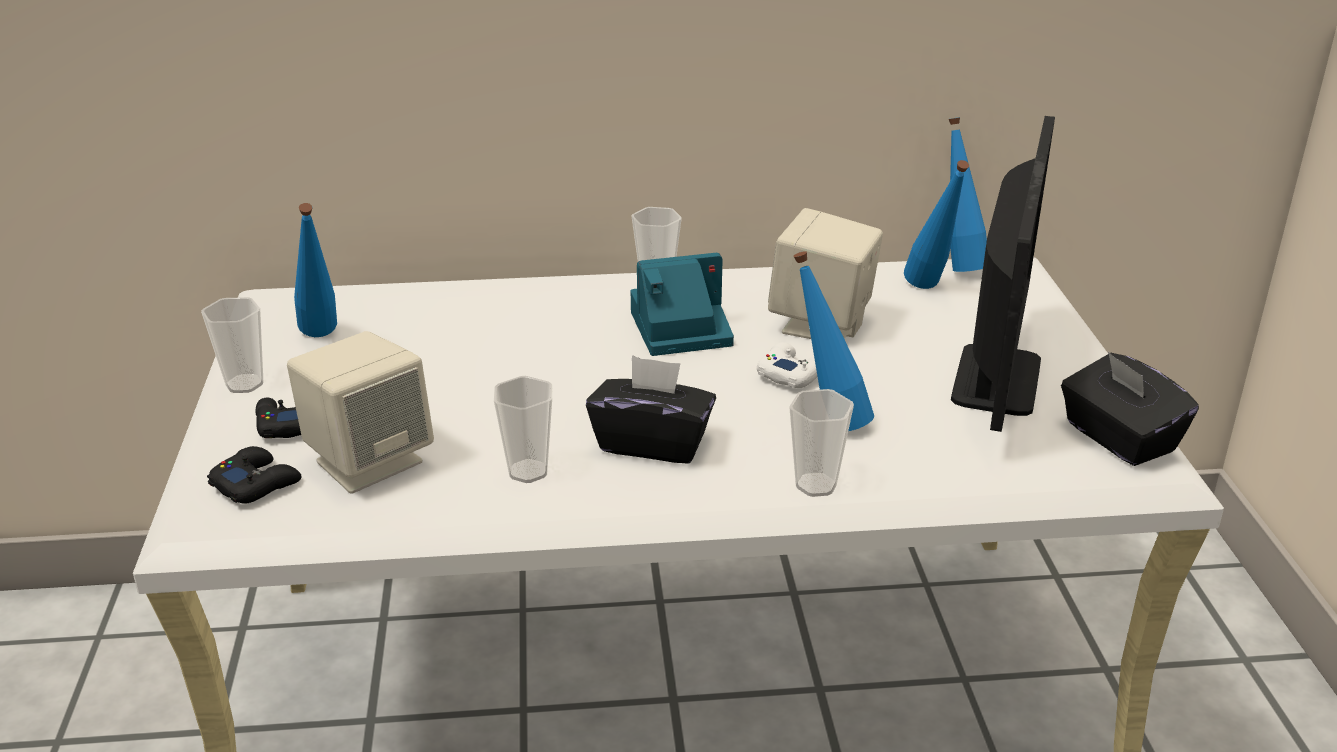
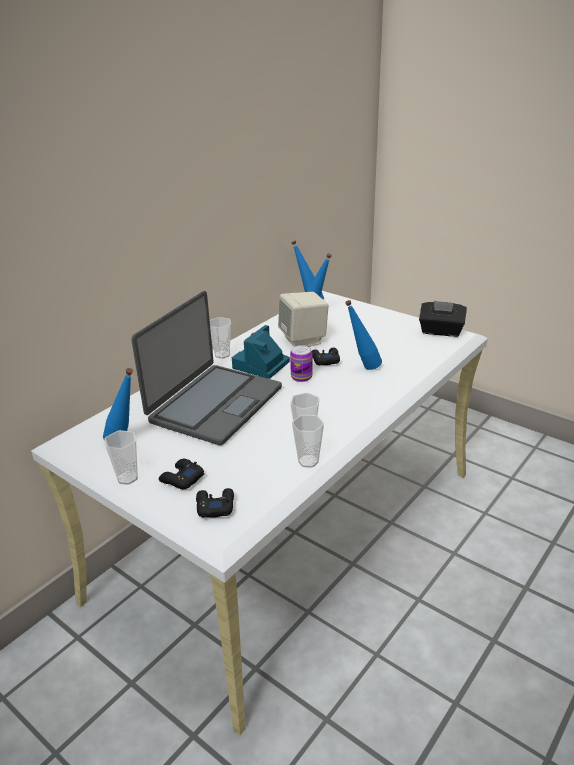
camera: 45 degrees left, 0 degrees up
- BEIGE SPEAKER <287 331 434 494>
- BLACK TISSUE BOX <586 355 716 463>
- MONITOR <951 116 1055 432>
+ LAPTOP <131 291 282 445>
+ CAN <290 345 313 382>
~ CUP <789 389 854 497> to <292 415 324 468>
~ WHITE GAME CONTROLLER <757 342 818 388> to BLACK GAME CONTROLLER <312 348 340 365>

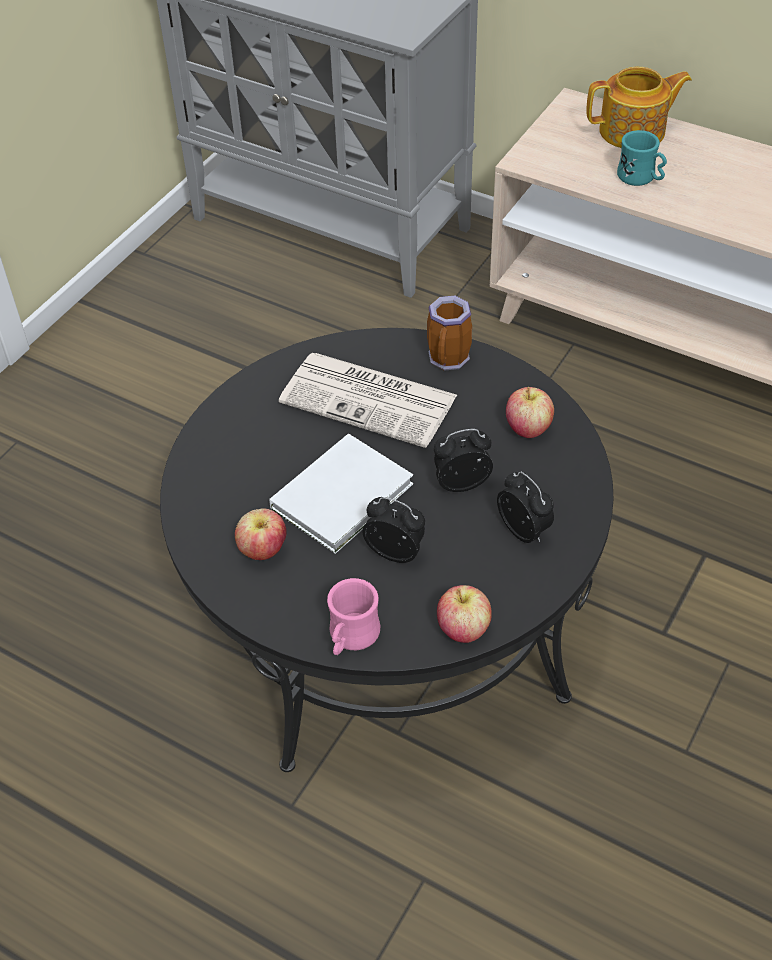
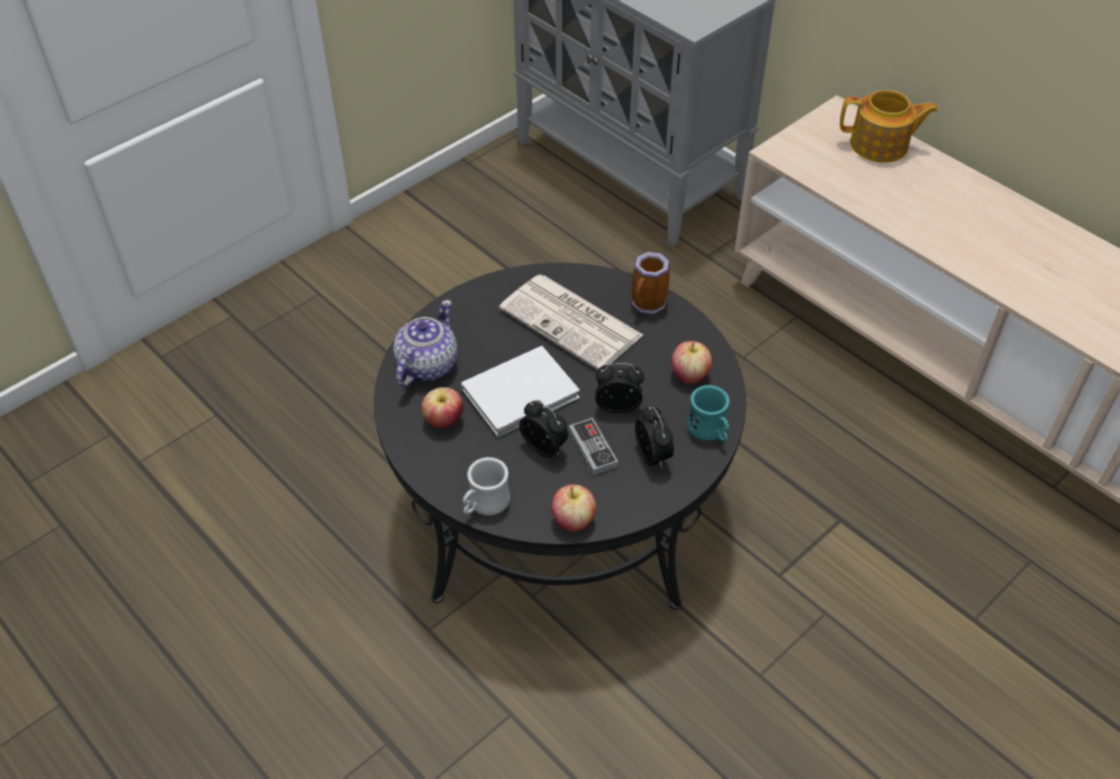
camera: 15 degrees right, 0 degrees up
+ TEAPOT <393 300 458 387>
+ GAME CONTROLLER <569 418 618 475>
~ TURQUOISE MUG <617 130 667 186> to <687 385 730 442>
~ PINK MUG <327 578 380 655> to WHITE MUG <463 457 510 515>

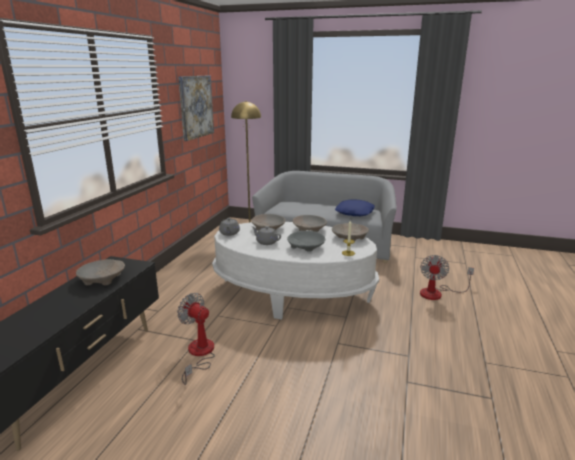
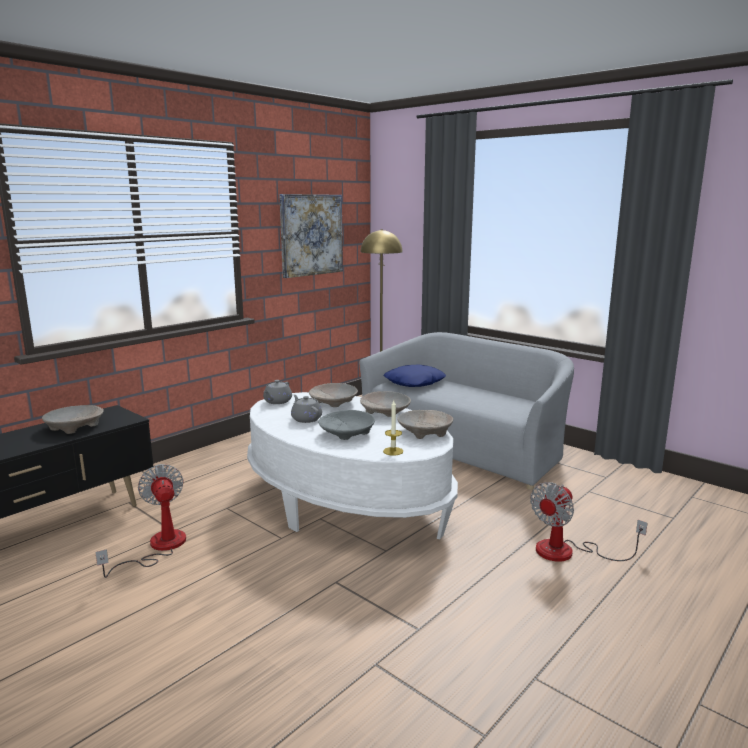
camera: 25 degrees right, 5 degrees down
~ BLUE PILLOW <335 199 375 216> to <384 364 446 387>

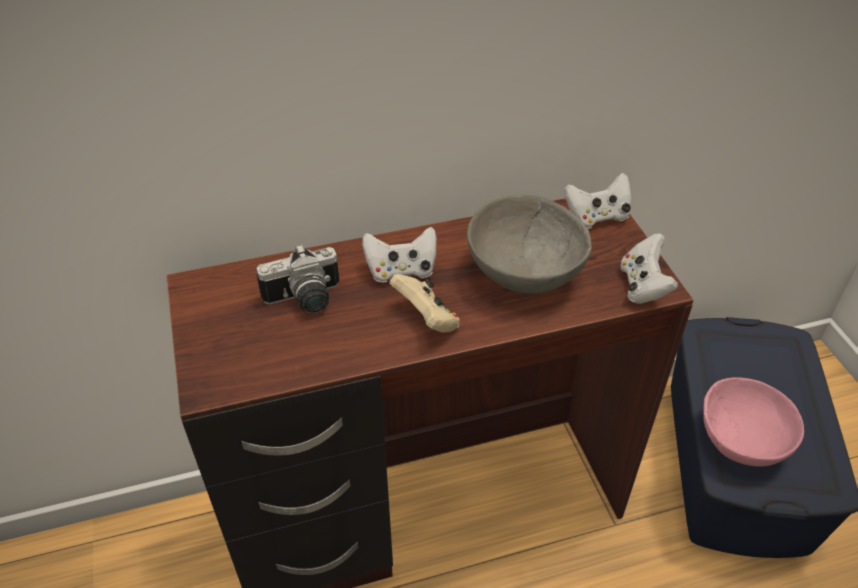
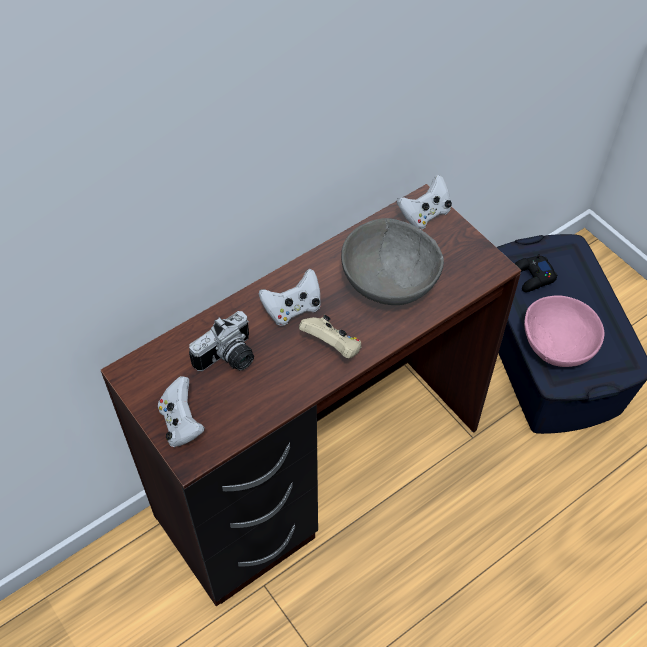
camera: 20 degrees left, 10 degrees up
+ BLACK GAME CONTROLLER <514 254 558 292>
~ WHITE GAME CONTROLLER <621 234 678 304> to <158 376 205 447>

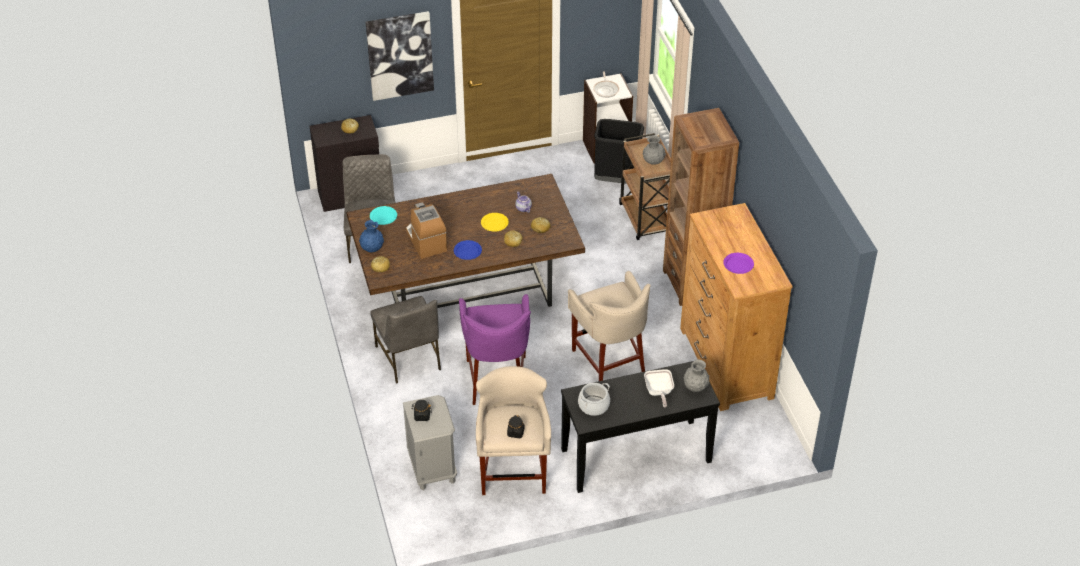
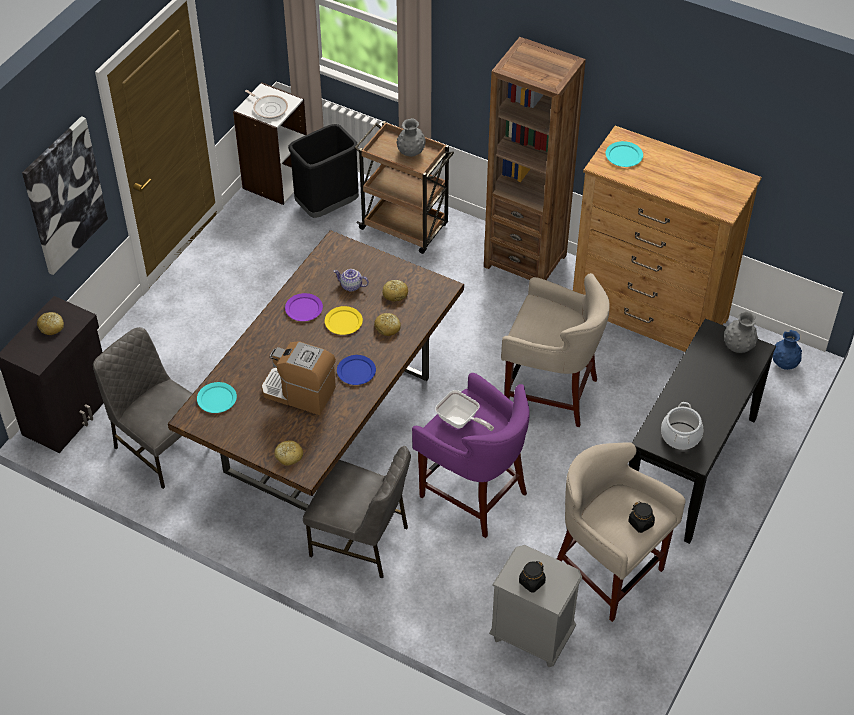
camera: 45 degrees left, 5 degrees up
+ TURQUOISE PLATE <605 141 643 167>
~ BLUE VASE <359 220 384 252> to <773 330 802 370>
~ FRYING PAN <644 369 674 408> to <435 390 494 431>
~ PURPLE PLATE <723 253 754 274> to <285 293 323 321>

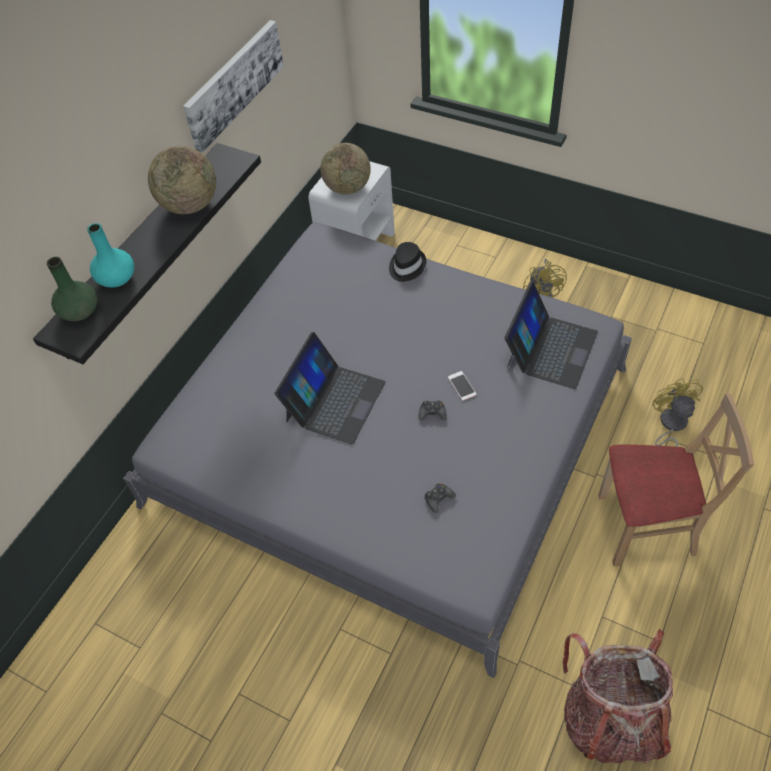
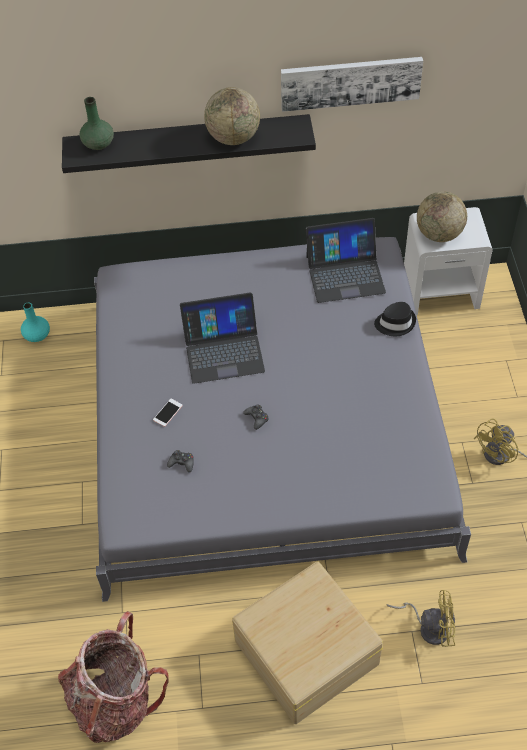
camera: 55 degrees right, 0 degrees up
~ TURQUOISE VASE <87 223 134 287> to <21 302 50 342>
~ PHONE <448 371 477 401> to <153 399 183 427>
~ LAPTOP <504 281 598 389> to <306 218 386 303>
~ BEIGE CHAIR <598 393 754 566> to BEIGE STORAGE BOX <232 561 383 724>
~ YELLOW FAN <653 378 703 447> = <386 590 455 647> 45 degrees clockwise

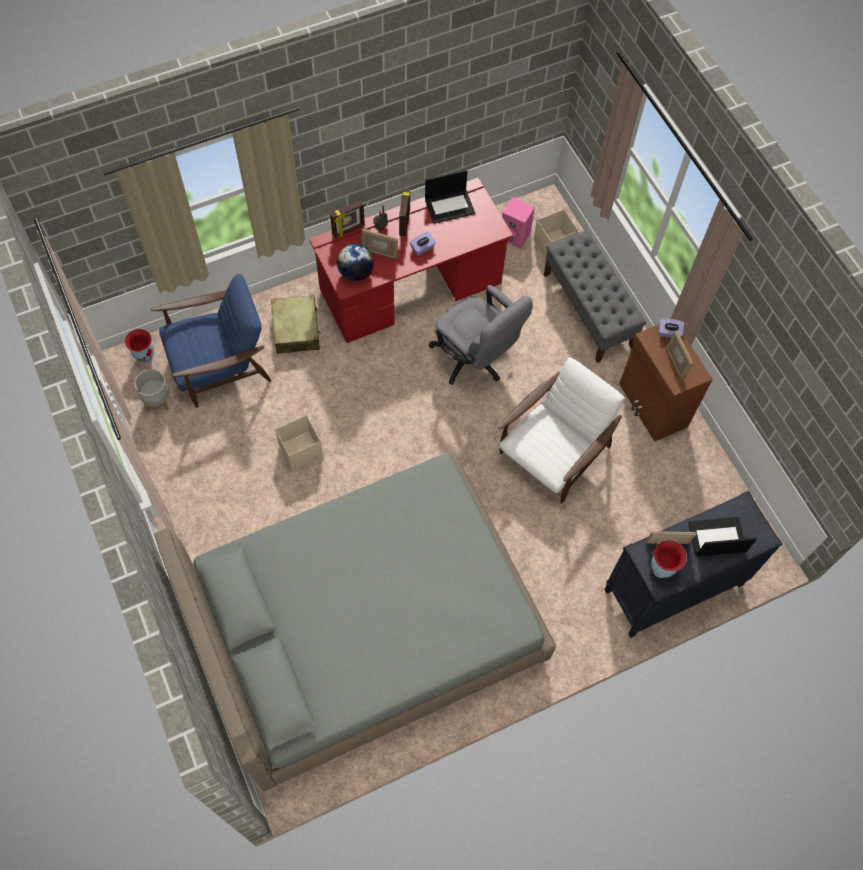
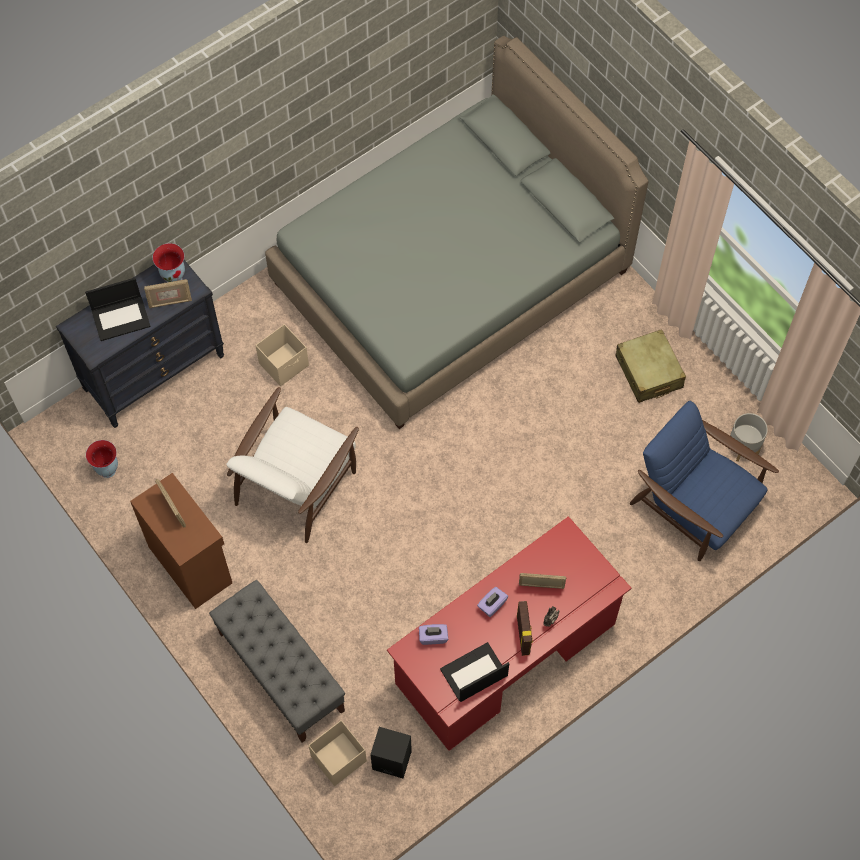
camera: 170 degrees right, 0 degrees up
- PICTURE FRAME <330 200 365 238>
- GLOBE <337 244 374 281>
- GREY OFFICE CHAIR <429 285 533 385>
~ VASE <125 329 154 364> to <86 440 118 478>
~ BEIGE SUITCASE <271 295 320 354> to <616 329 686 403>
~ BEIGE STORAGE BOX <275 415 323 471> to <255 324 309 386>
~ PURPLE TISSUE BOX <659 319 684 338> to <419 624 448 645>
~ PINK SPEAKER <502 197 535 249> to BLACK SPEAKER <370 727 412 778>
~ BLUE ARMCHAIR <151 274 271 408> = <630 401 779 561> 75 degrees clockwise

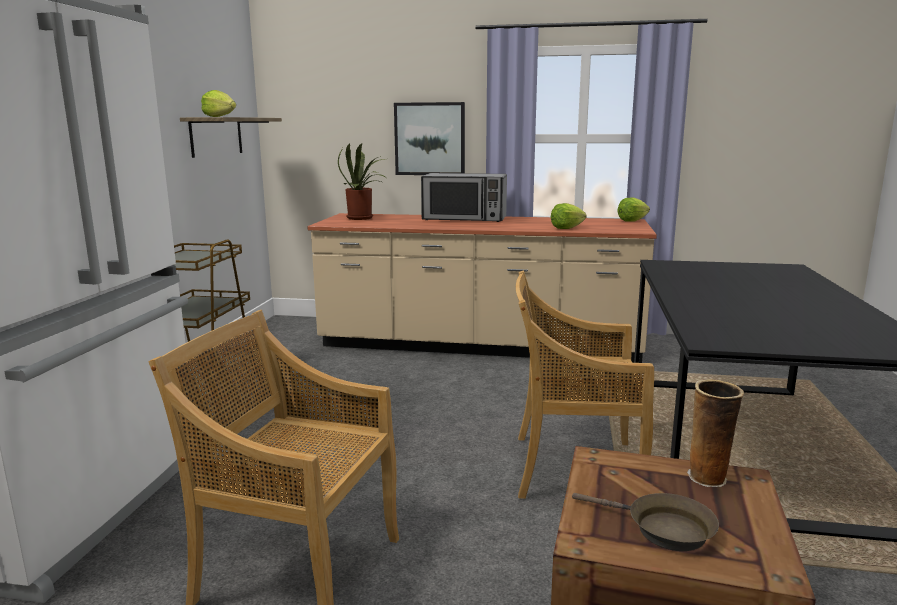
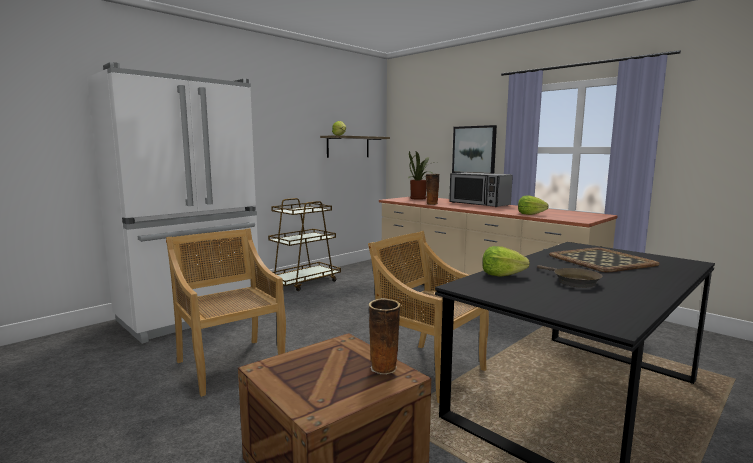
camera: 35 degrees right, 5 degrees down
+ VASE <426 174 439 205>
+ TRAY <549 248 660 273>
~ BROWN FRYING PAN <572 493 719 551> to <537 265 603 288>
~ LETTUCE <617 197 650 222> to <482 246 530 277>

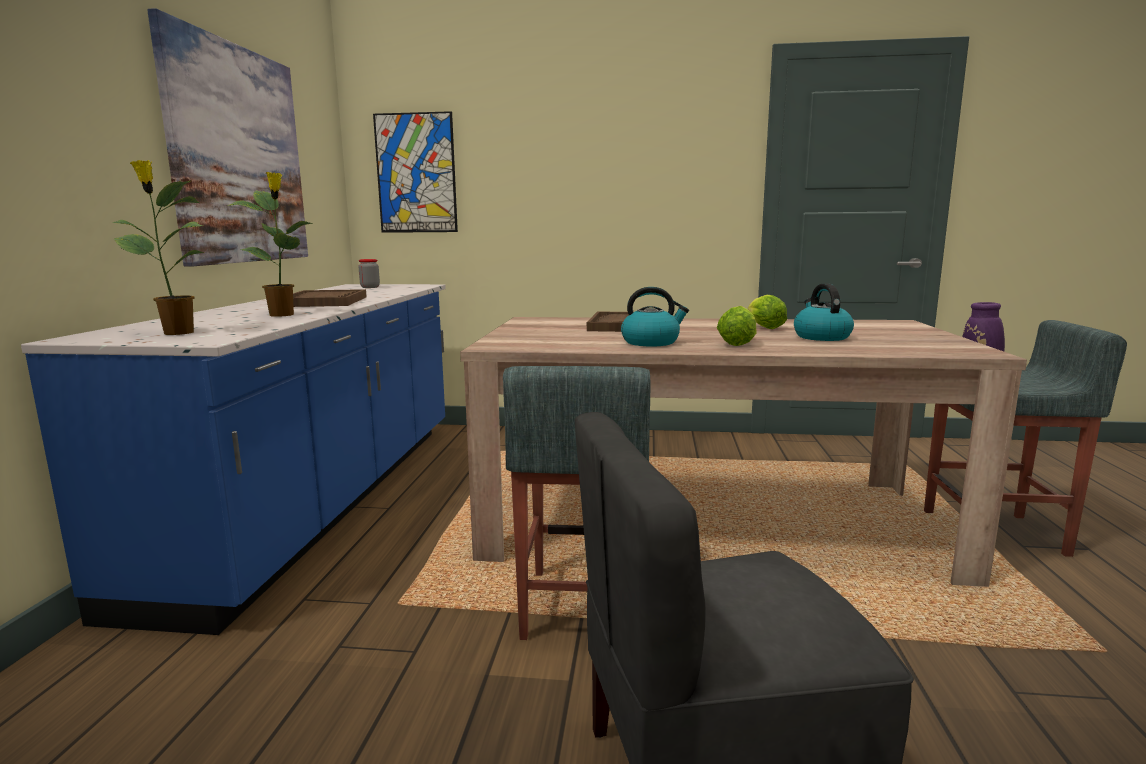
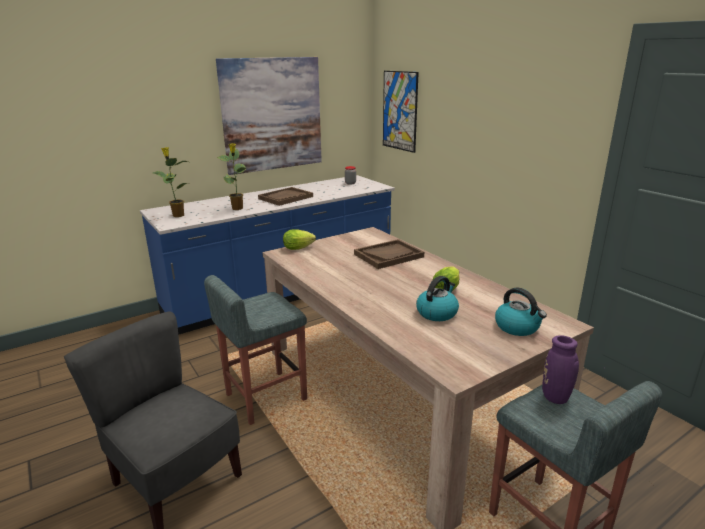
camera: 50 degrees right, 10 degrees up
~ KETTLE <621 287 689 346> to <495 287 547 336>
~ LETTUCE <717 306 756 346> to <283 229 316 250>

